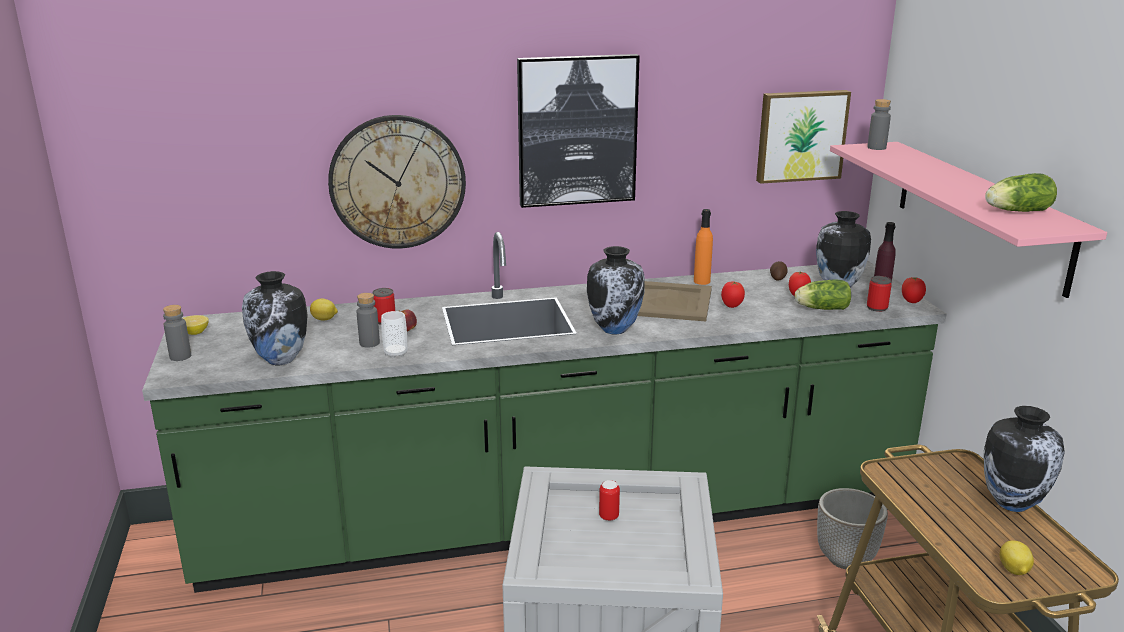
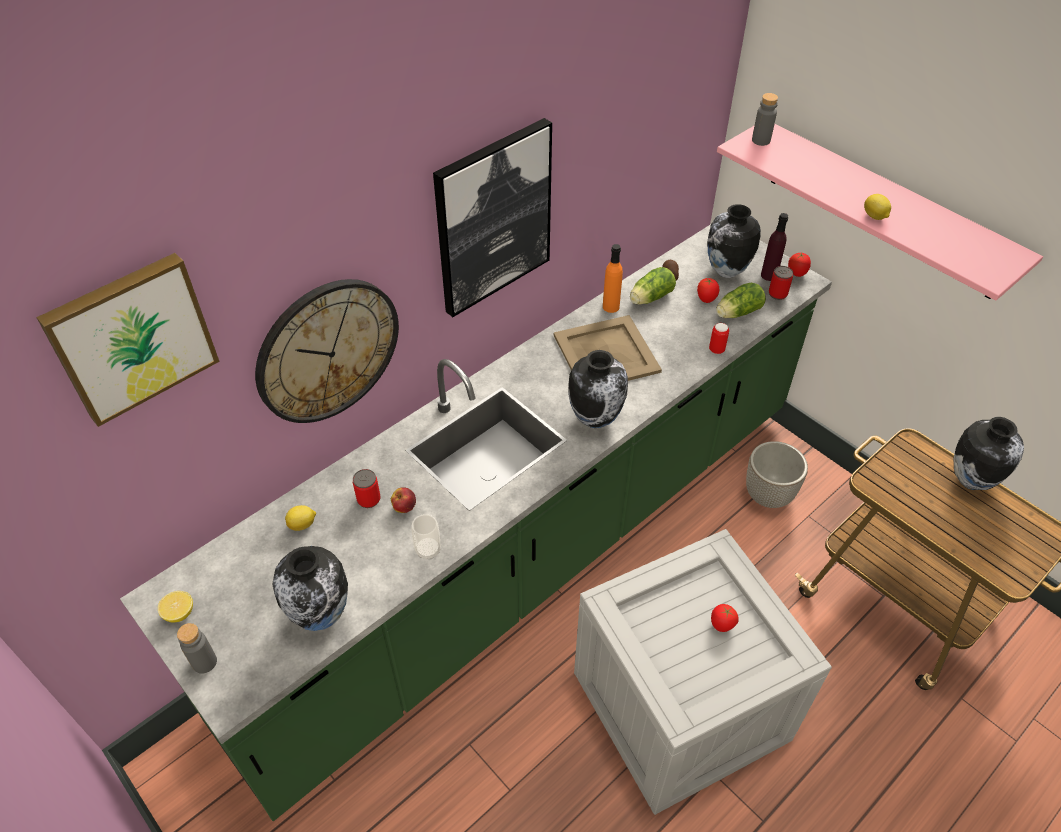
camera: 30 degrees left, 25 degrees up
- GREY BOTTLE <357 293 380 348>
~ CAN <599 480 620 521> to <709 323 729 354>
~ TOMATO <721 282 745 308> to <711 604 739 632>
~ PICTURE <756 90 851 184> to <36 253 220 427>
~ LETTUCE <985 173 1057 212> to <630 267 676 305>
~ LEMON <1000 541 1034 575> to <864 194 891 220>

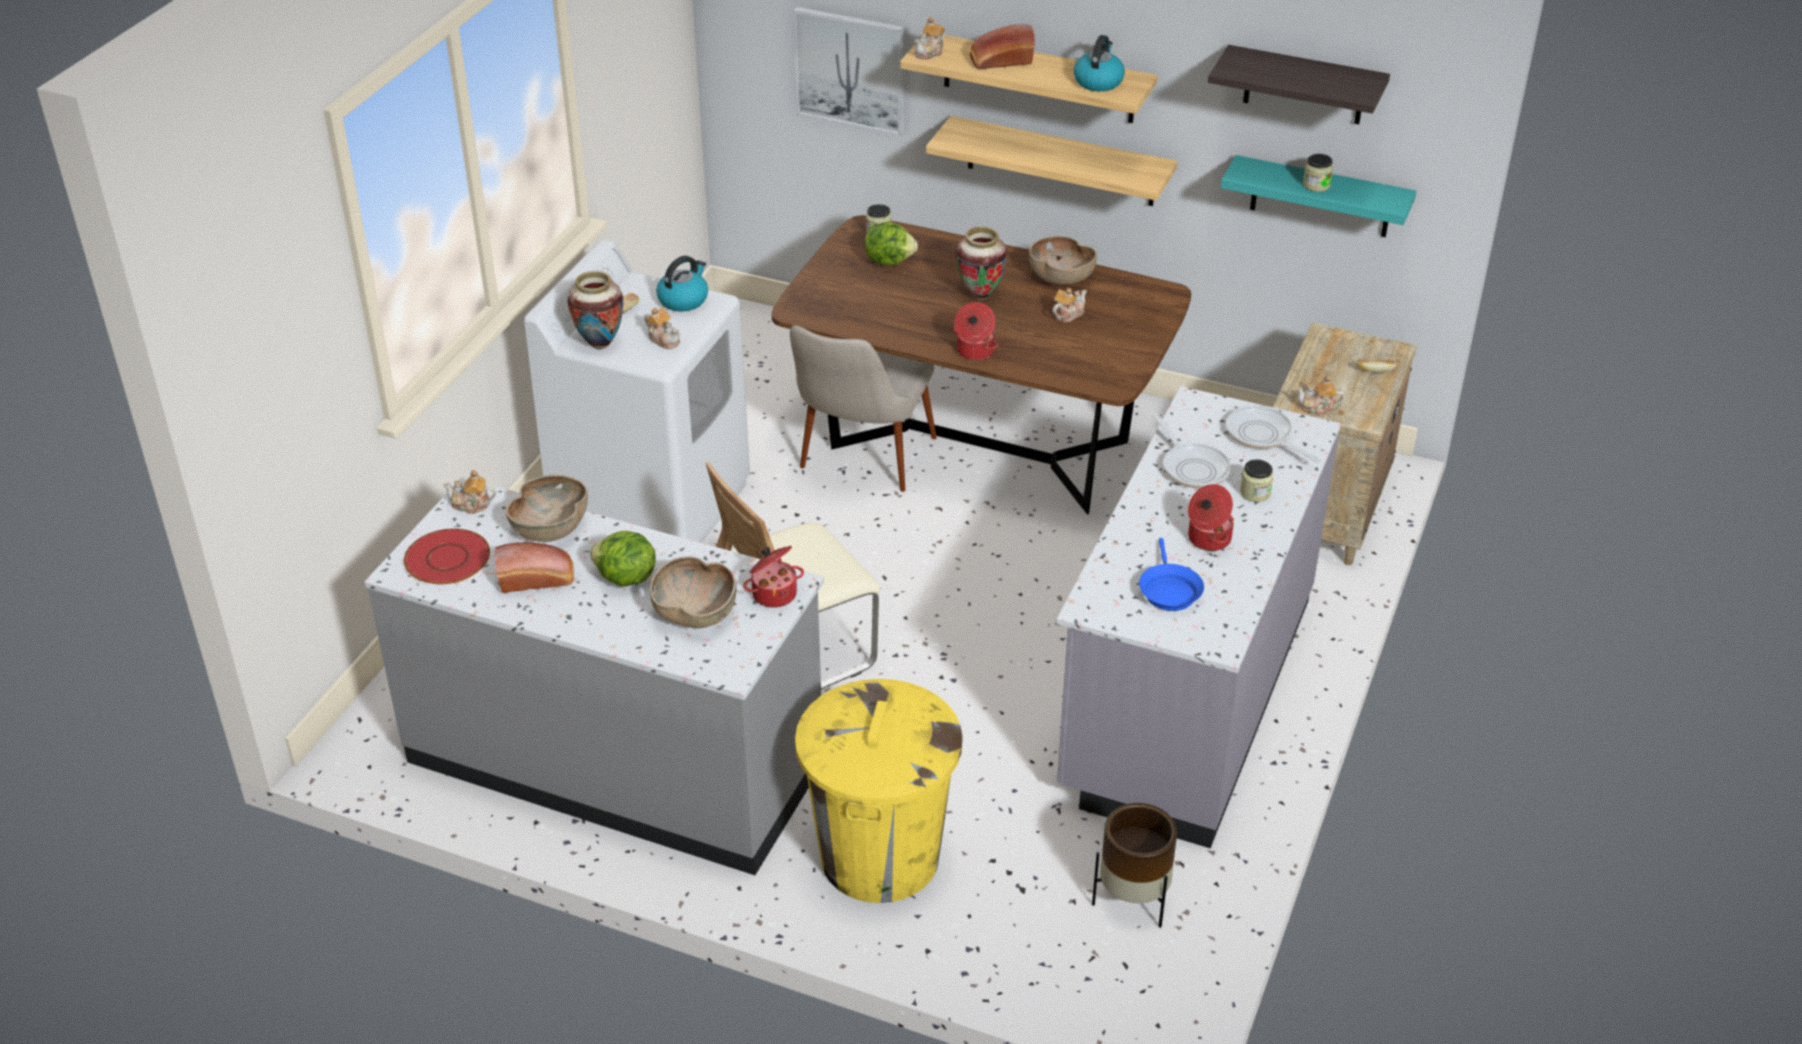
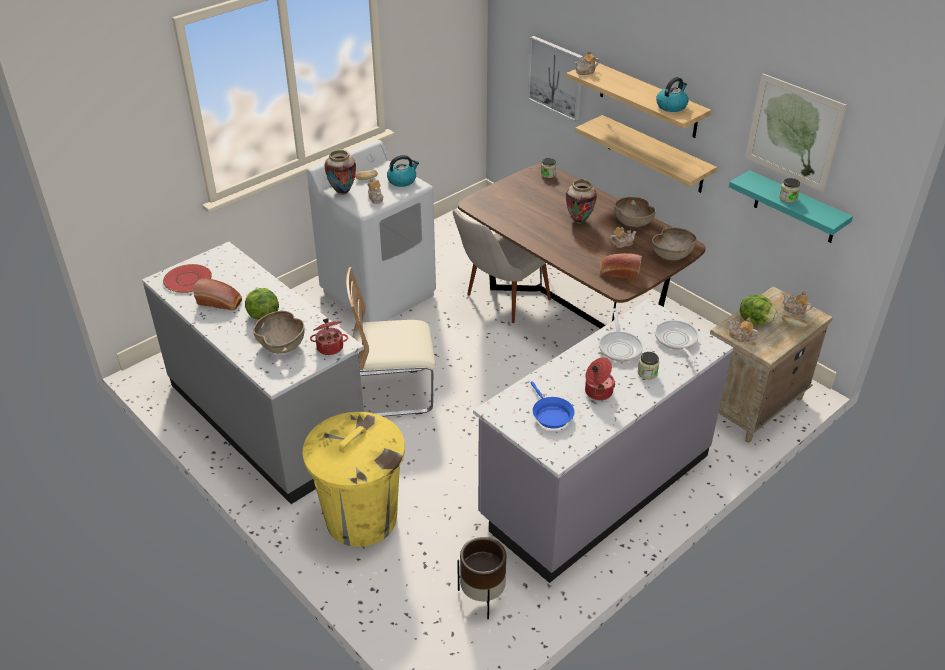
camera: 25 degrees right, 0 degrees up
- COOKING POT <954 302 998 360>
~ TEAPOT <443 470 496 514> to <783 291 813 315>
~ BROWN BOWL <506 475 588 542> to <652 227 697 260>
~ LETTUCE <864 222 918 265> to <740 294 778 325>
~ BREAD <970 24 1035 69> to <600 253 642 280>
~ SHELF <1208 45 1390 124> to PICTURE <745 74 847 192>
~ BLUE FRYING PAN <1139 538 1204 611> = <530 381 575 429> 45 degrees counterclockwise

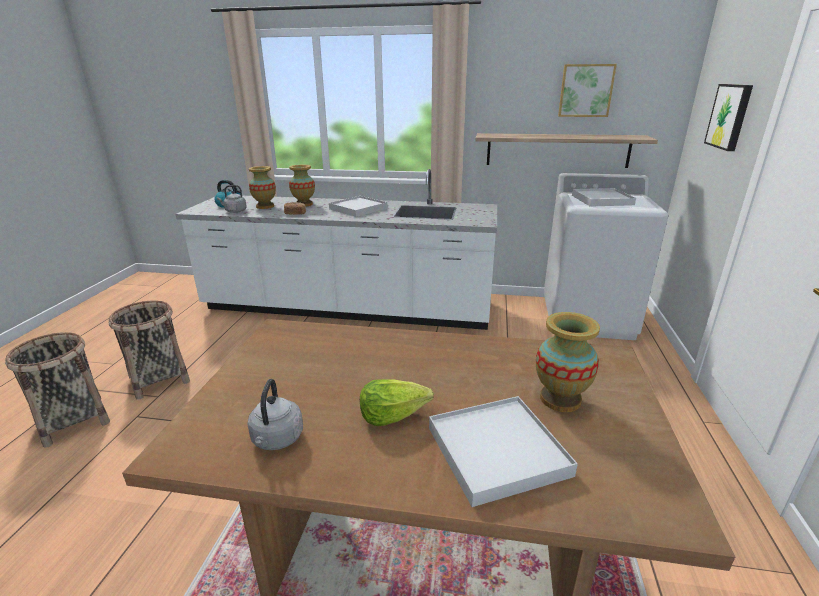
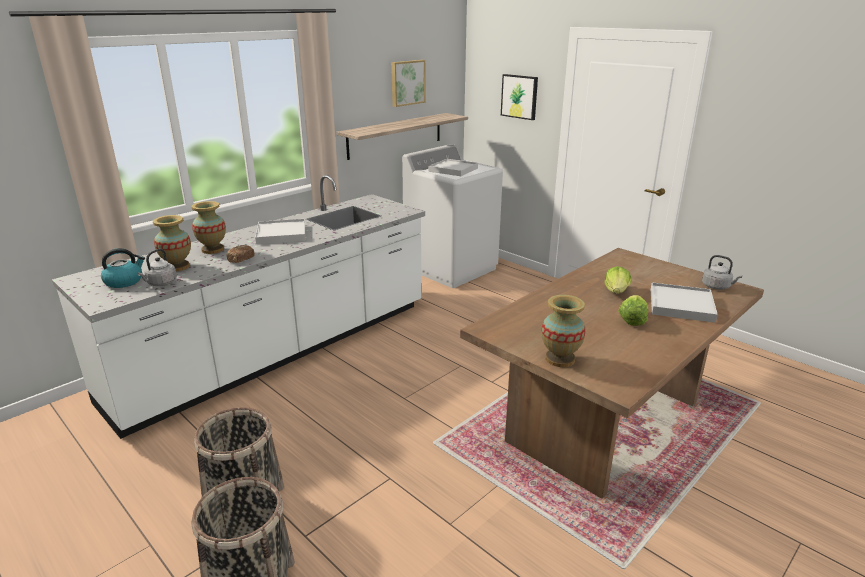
camera: 55 degrees left, 0 degrees up
+ LETTUCE <604 266 631 294>
~ GREY KETTLE <247 379 303 450> to <702 255 742 290>
~ VASE <536 312 600 412> to <541 295 585 367>

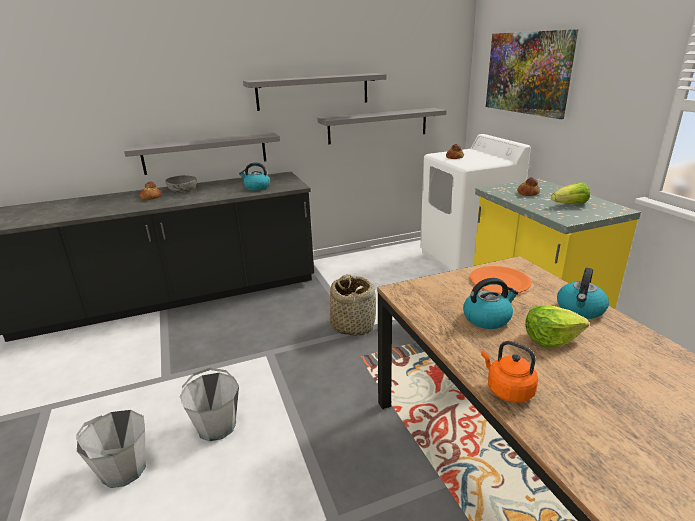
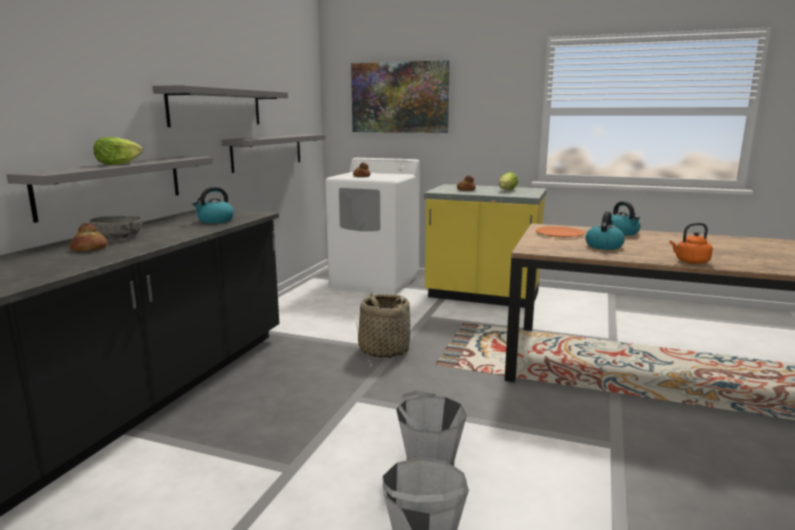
camera: 50 degrees left, 10 degrees down
~ LETTUCE <525 305 589 348> to <94 137 143 165>

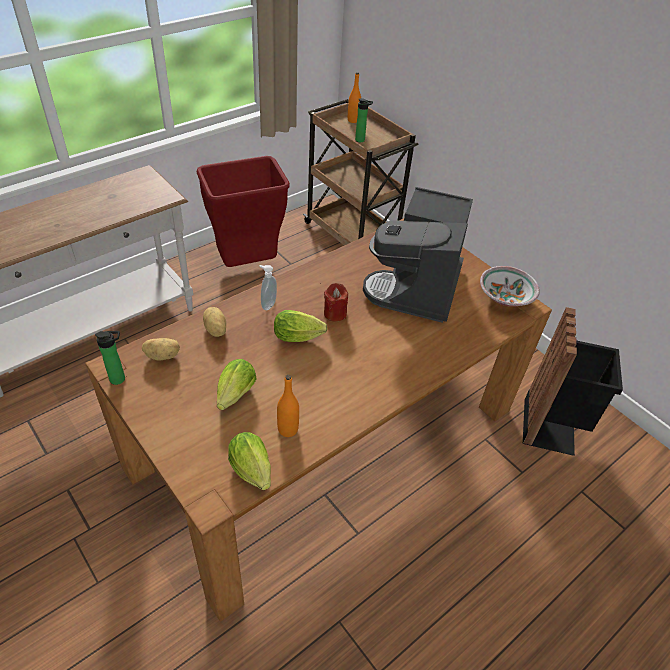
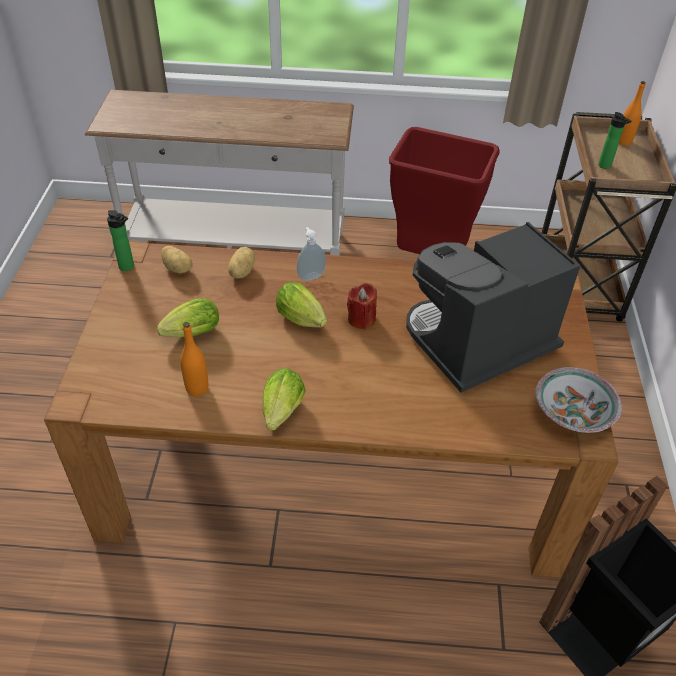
camera: 45 degrees right, 0 degrees up
~ LETTUCE <228 432 271 490> to <262 368 306 431>

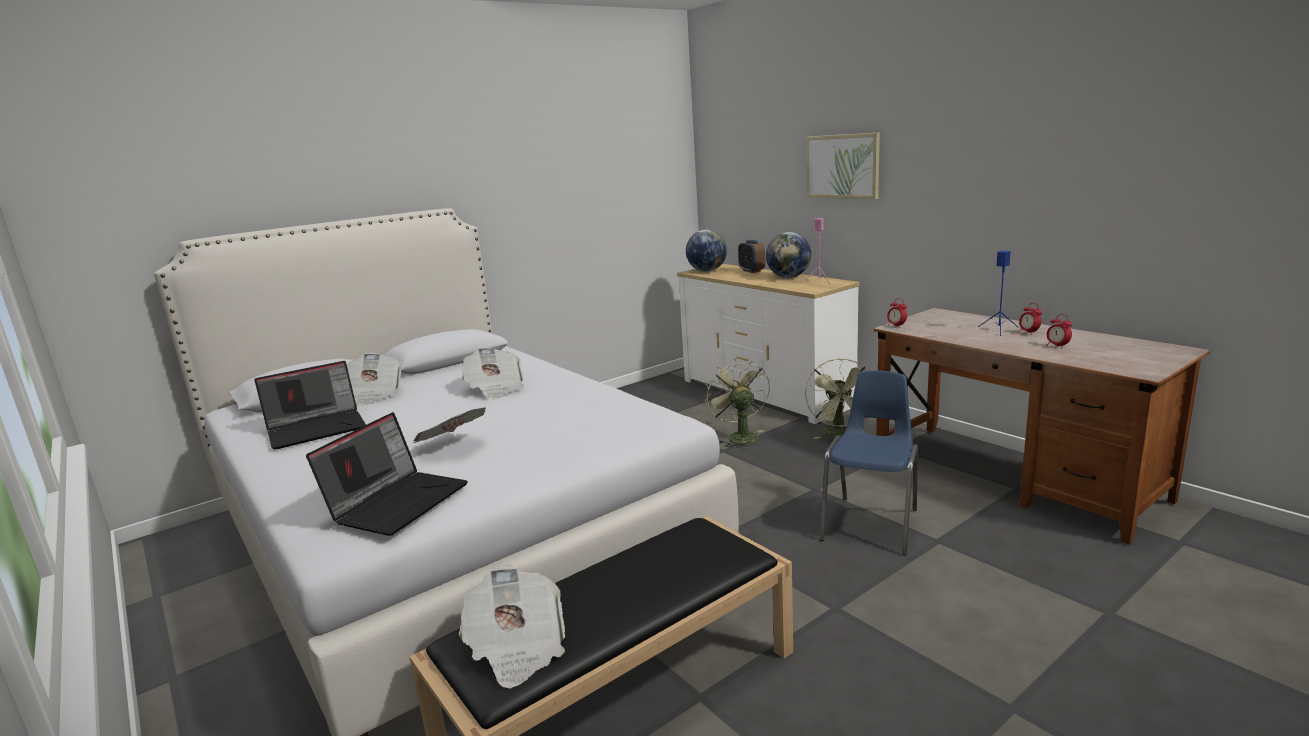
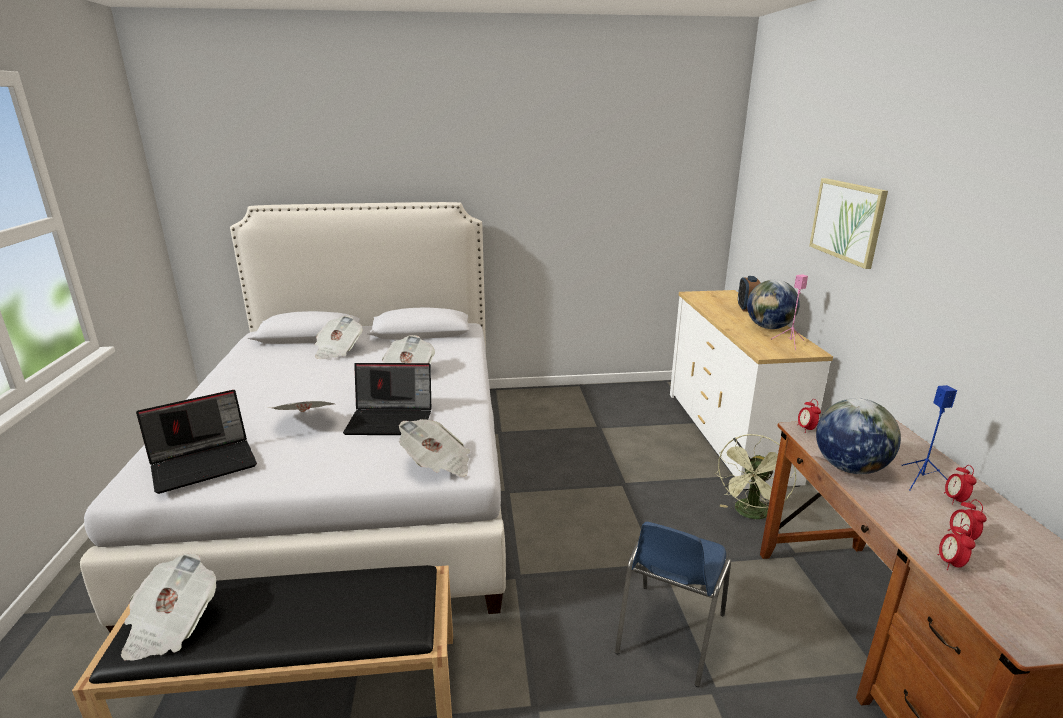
camera: 30 degrees right, 5 degrees up
- GREEN FAN <705 358 770 449>
+ NEWSPAPER <399 419 470 477>
+ ALARM CLOCK <937 524 975 570>
~ LAPTOP <254 361 366 450> to <343 363 431 435>
~ GLOBE <686 230 727 272> to <816 398 901 474>
~ BLUE CHAIR <820 370 918 556> = <615 522 731 687> 150 degrees clockwise

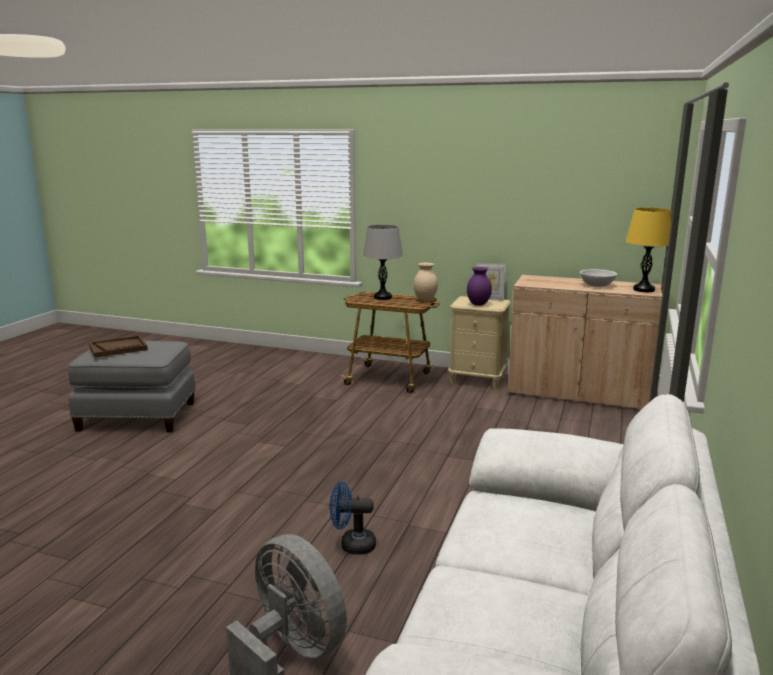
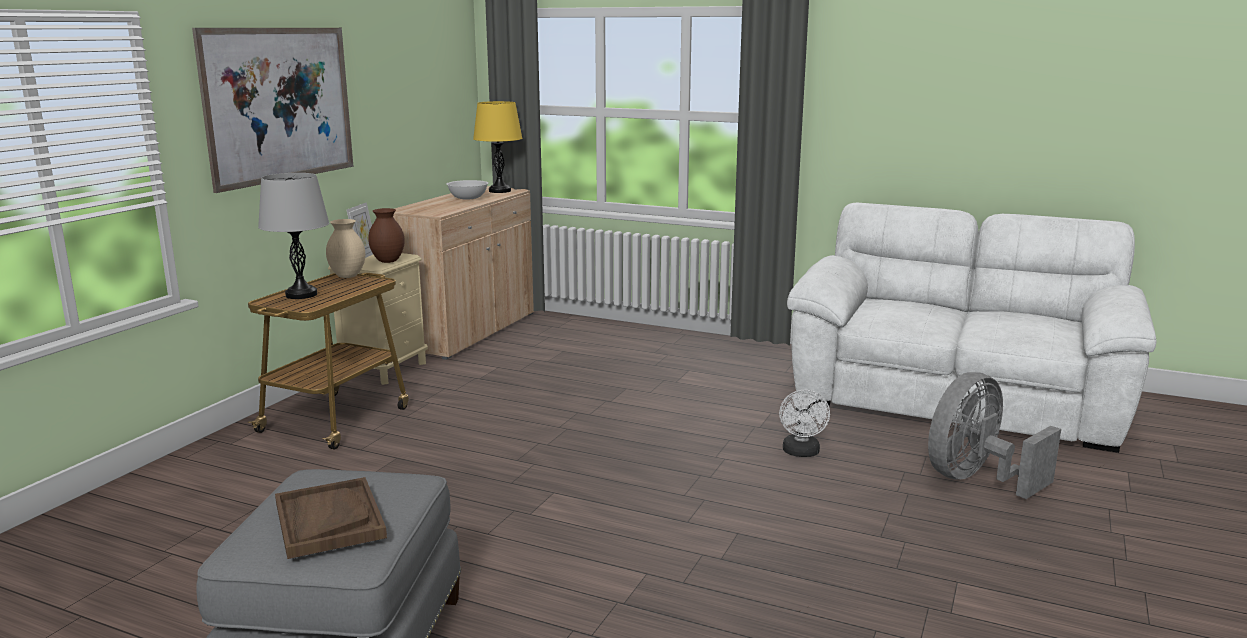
camera: 85 degrees left, 0 degrees up
+ PICTURE <192 28 353 193>
~ BLUE FAN <330 482 376 555> to WHITE FAN <779 390 830 457>
~ PURPLE VASE <467 267 492 306> to BROWN VASE <368 208 405 263>

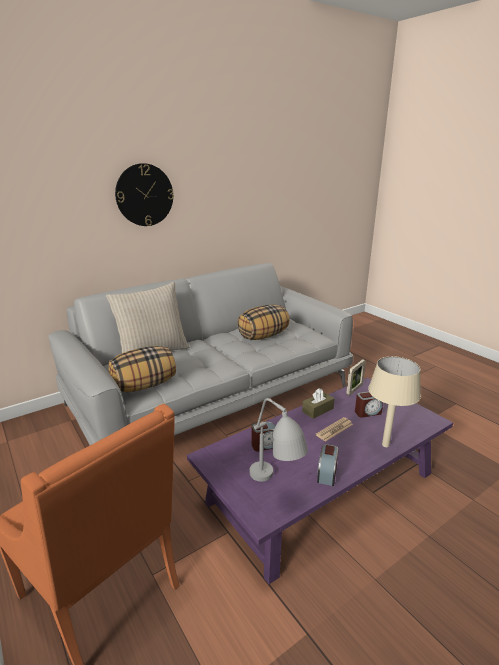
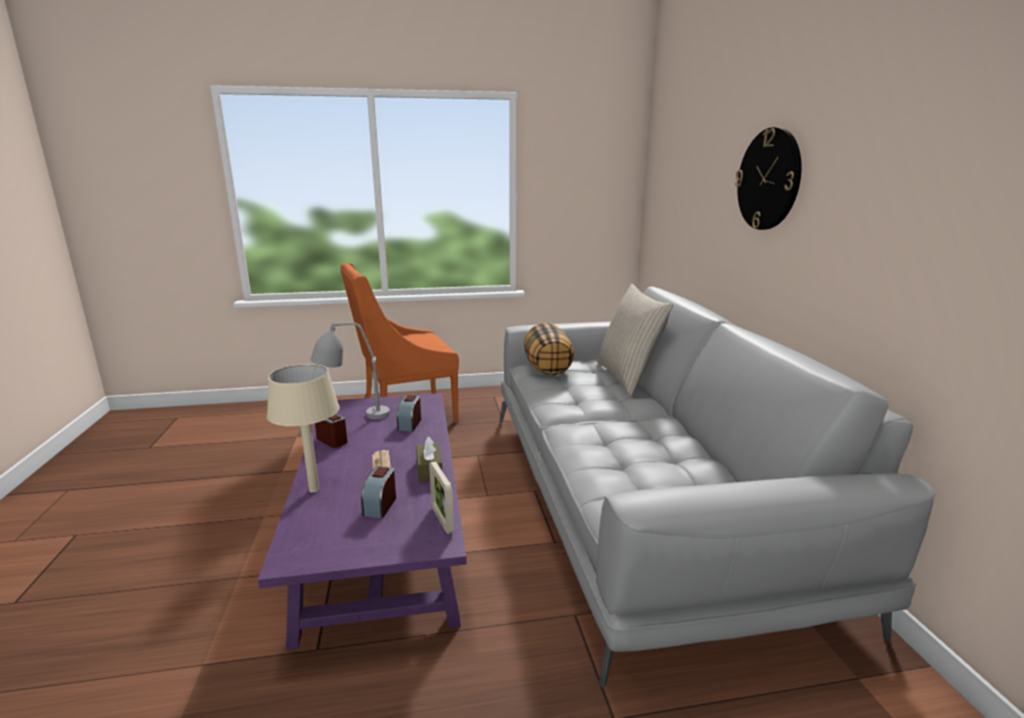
camera: 115 degrees right, 5 degrees down
- PILLOW <237 304 290 340>

